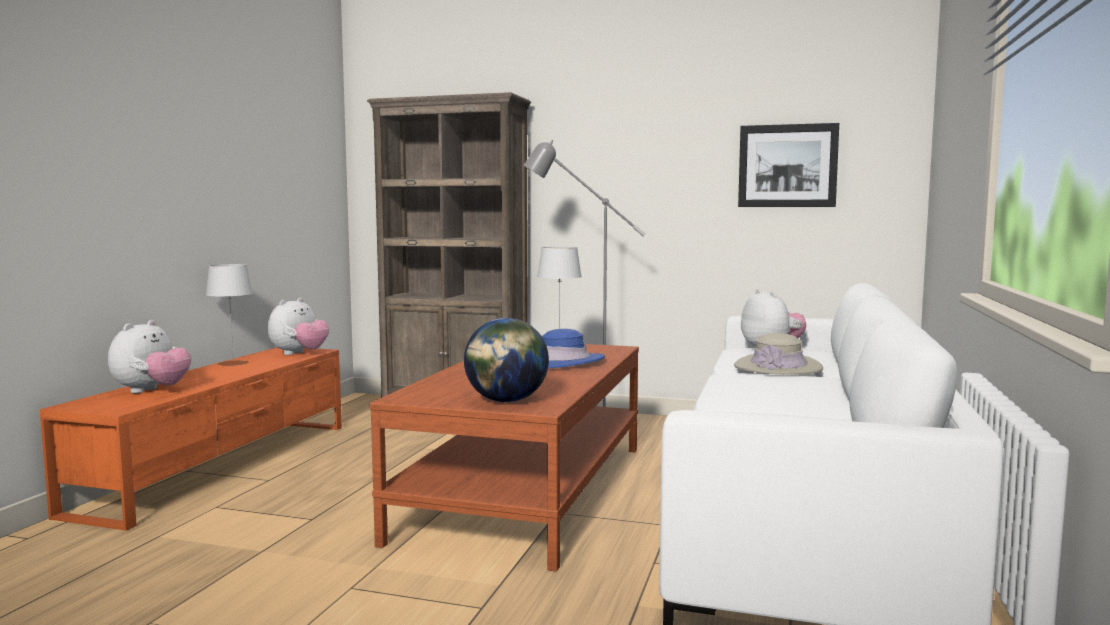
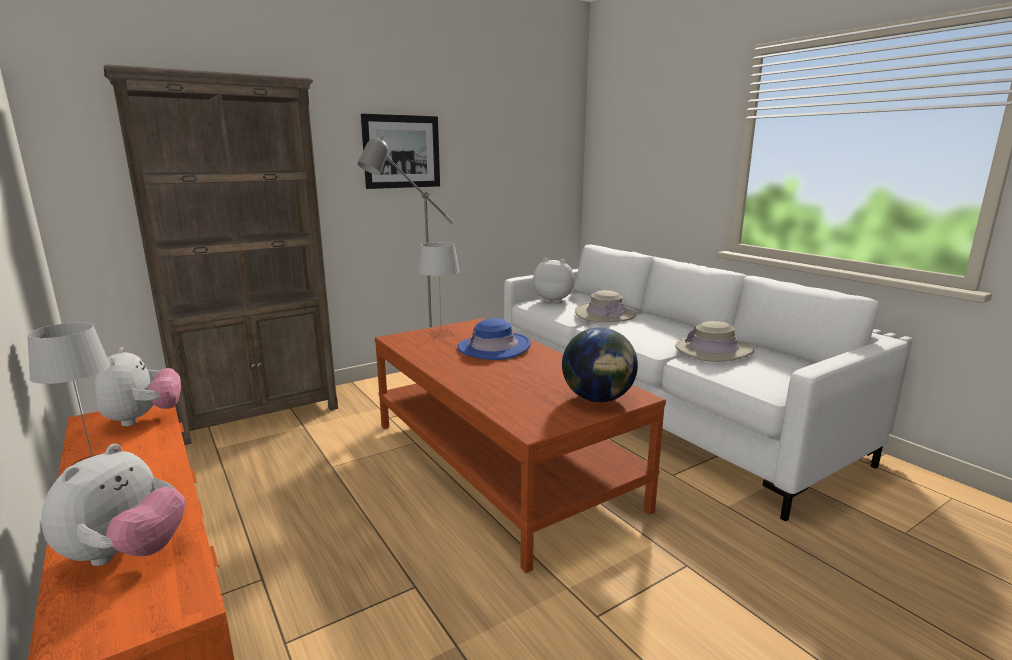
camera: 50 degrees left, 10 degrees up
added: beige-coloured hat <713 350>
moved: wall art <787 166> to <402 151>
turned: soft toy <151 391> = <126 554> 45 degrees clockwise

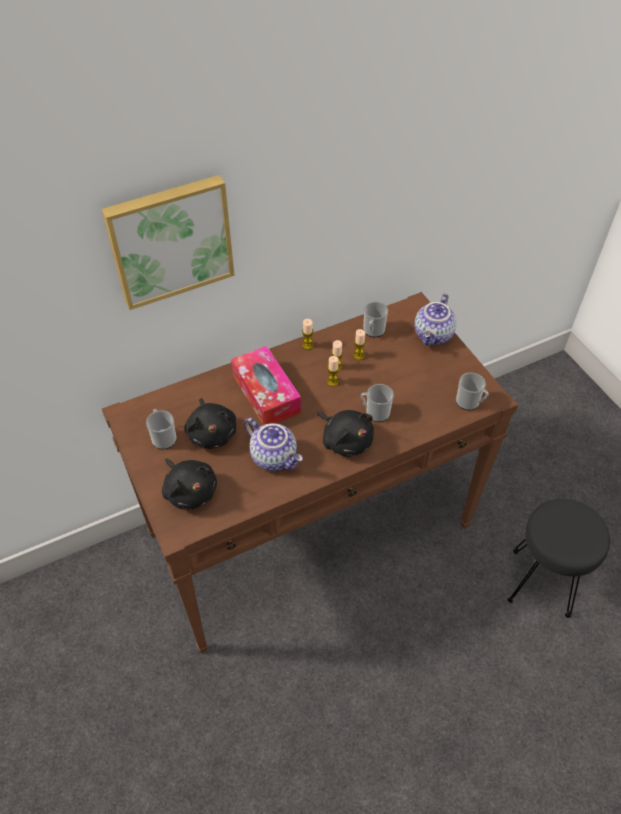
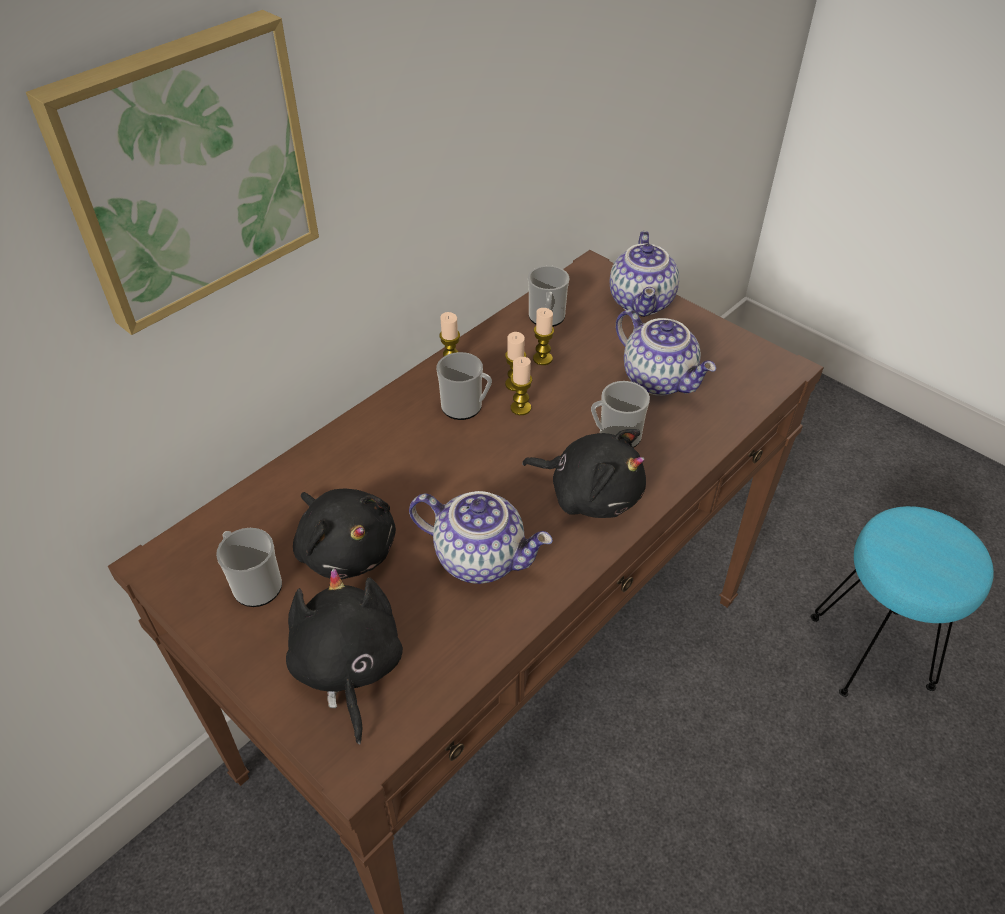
camera: 20 degrees left, 5 degrees down
removed: tissue box <266 394>
added: tea pot <660 379>
moved: mug <470 403> to <466 407>
recoloured: black stool <542 583> to turquoise stool <872 651>
turned: black soft toy <190 491> = <348 668> 135 degrees counterclockwise

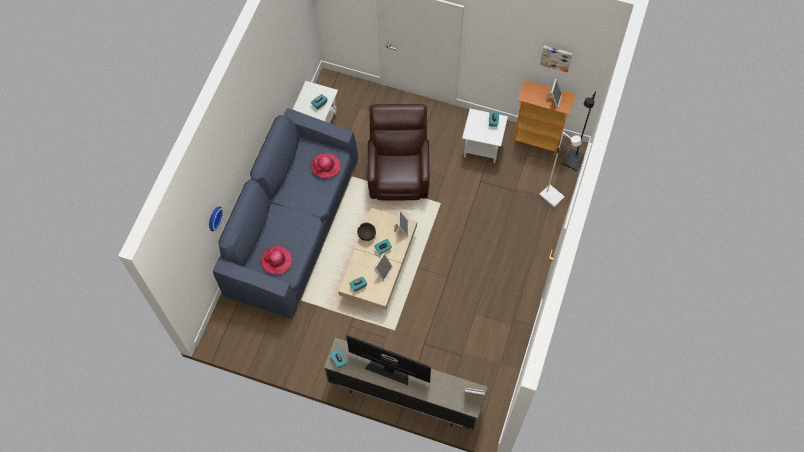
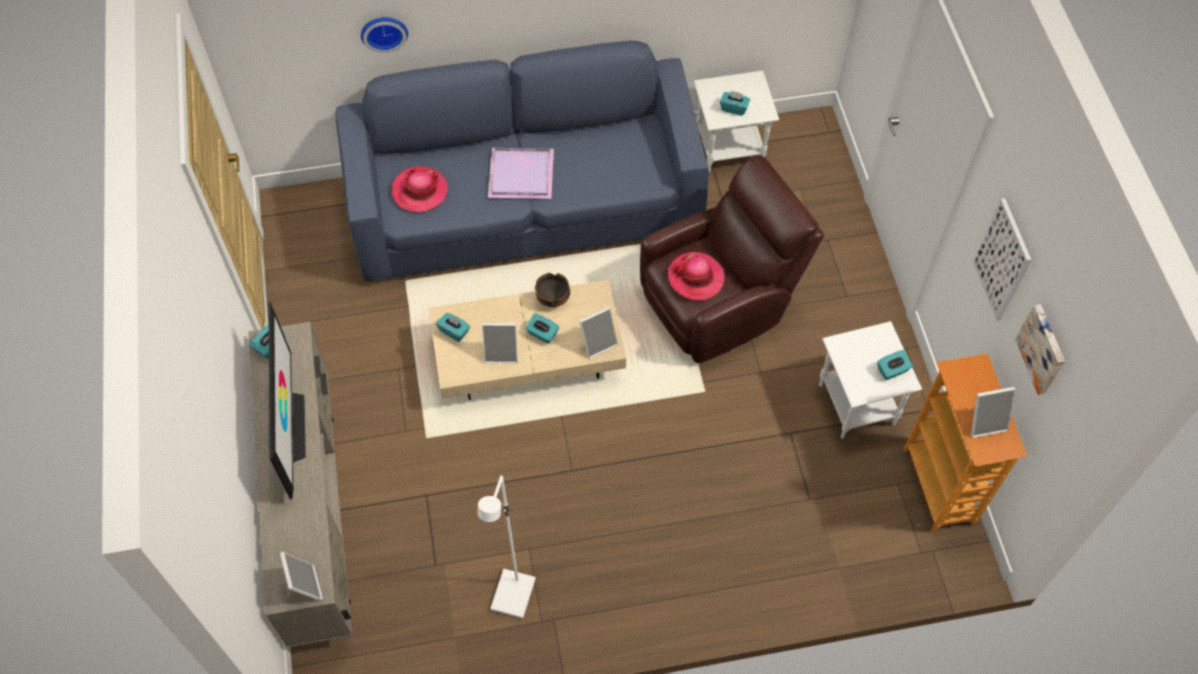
camera: 60 degrees right, 5 degrees down
removed: black floor lamp <573 160>
added: purple tray <522 173>; wall art <1002 260>
moved: white floor lamp <552 196> to <514 595>; hat <326 166> to <696 277>

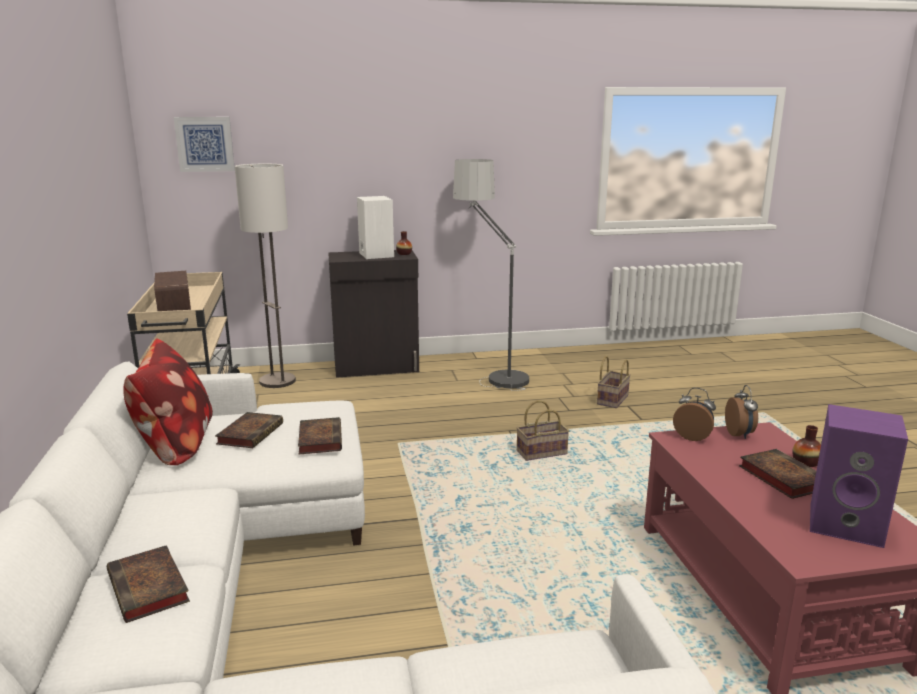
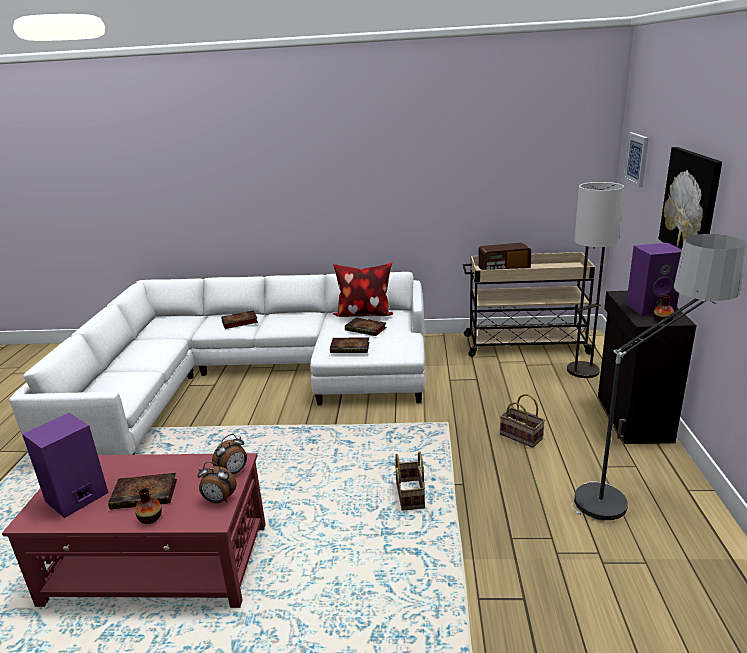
camera: 105 degrees right, 5 degrees up
added: wall art <690 204>
moved: storage basket <612 399> to <522 436>
recoloured: white loudspeaker <375 255> to purple loudspeaker <651 308>

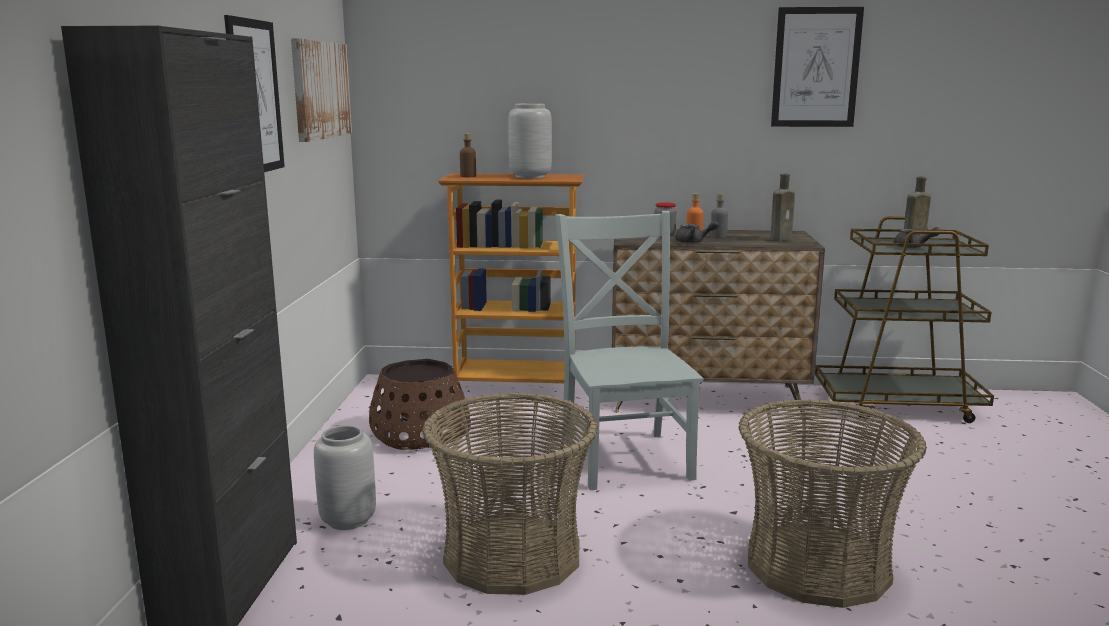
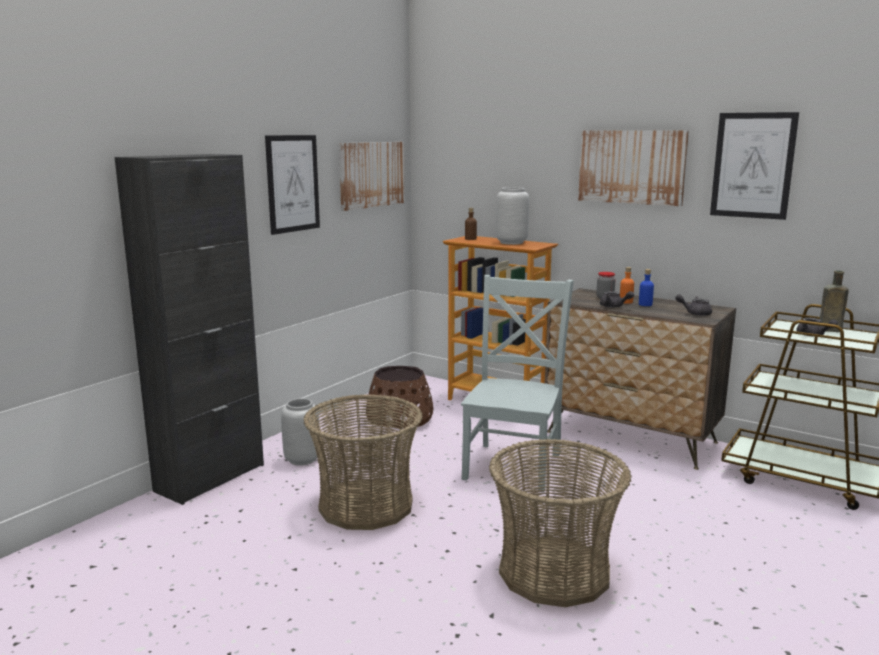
camera: 30 degrees right, 0 degrees up
added: wall art <631 167>
replaced: brownish drink bottle <782 239> to greyish tea pot <694 313>
recoloured: greyish drink bottle <718 236> to blue-coloured drink bottle <645 304>

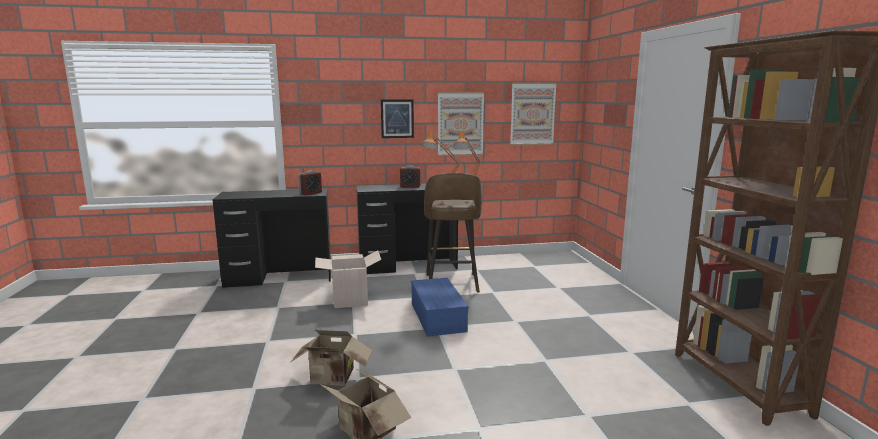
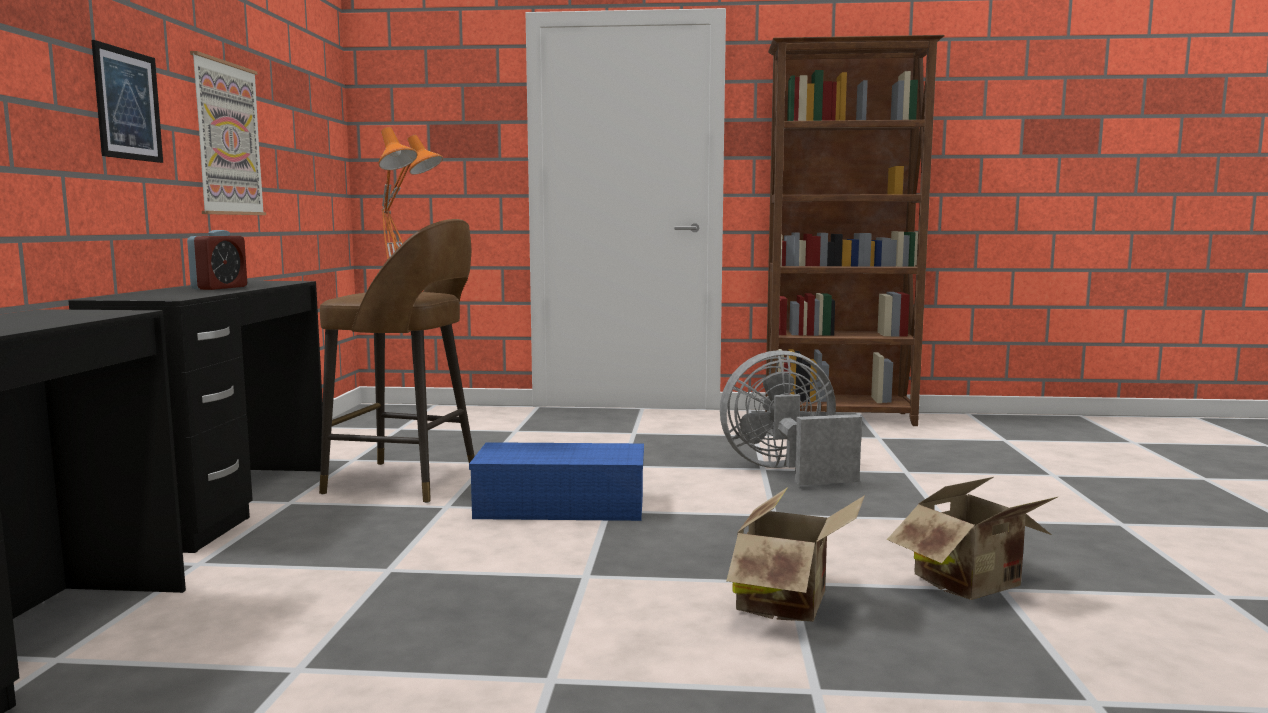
camera: 75 degrees left, 5 degrees down
removed: bedside clock <310 193>; packing box <350 300>; wall art <532 114>
added: greyish electric fan <786 471>

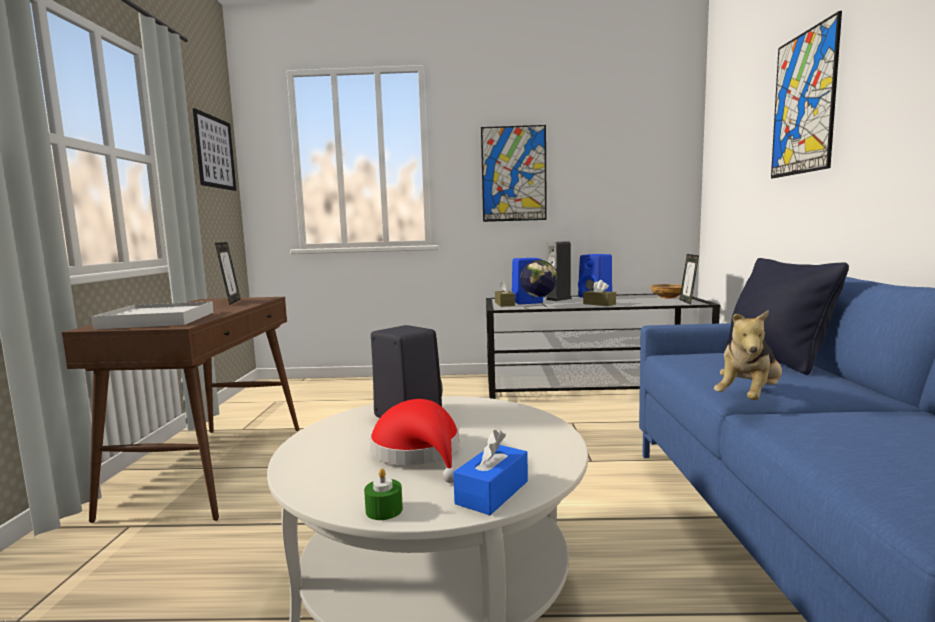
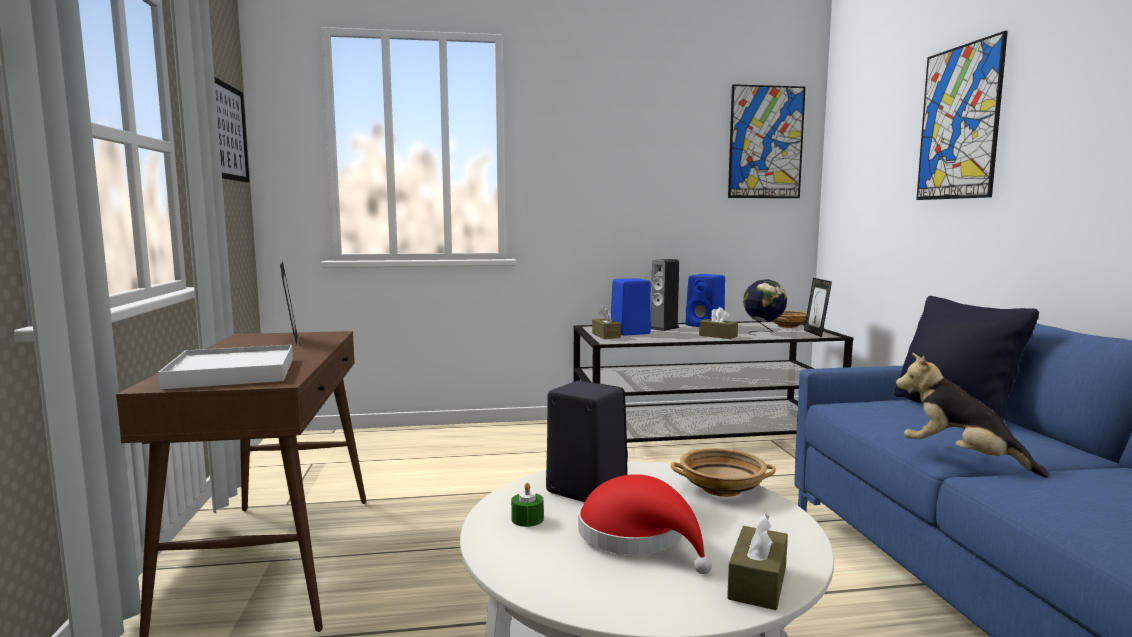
camera: 10 degrees left, 0 degrees up
added: beige-coloured deep dish <722 488>
moved: greenish wax light <384 510> to <527 519>; wall art <514 174> to <766 142>; world globe <538 307> to <763 333>
recoloured: blue-coloured tissue box <492 492> to brownish tissue box <757 582>
turned: soft toy <749 398> = <961 458> 105 degrees clockwise

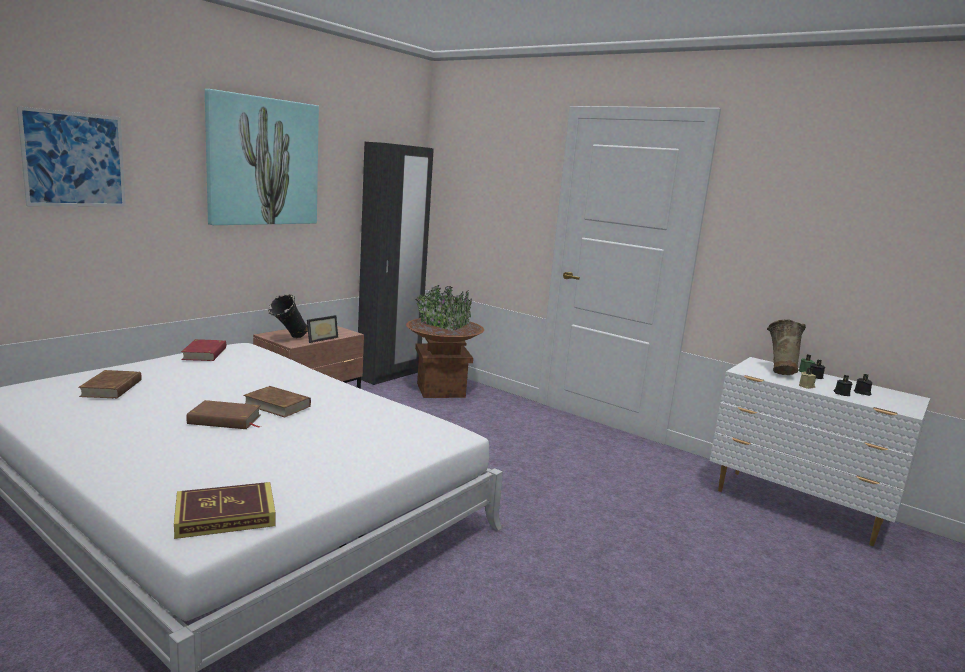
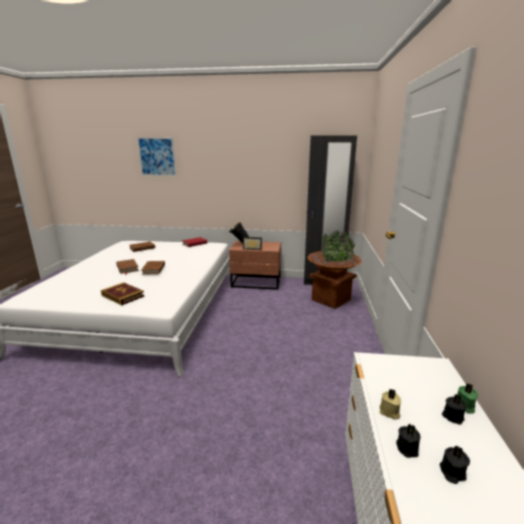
camera: 60 degrees right, 5 degrees up
removed: wall art <263 162>; beige-coloured flower vase <779 372>
moved: book <225 515> to <122 296>

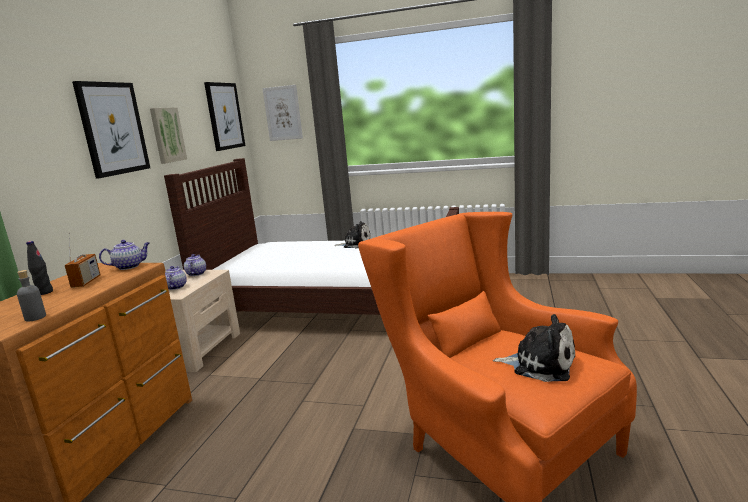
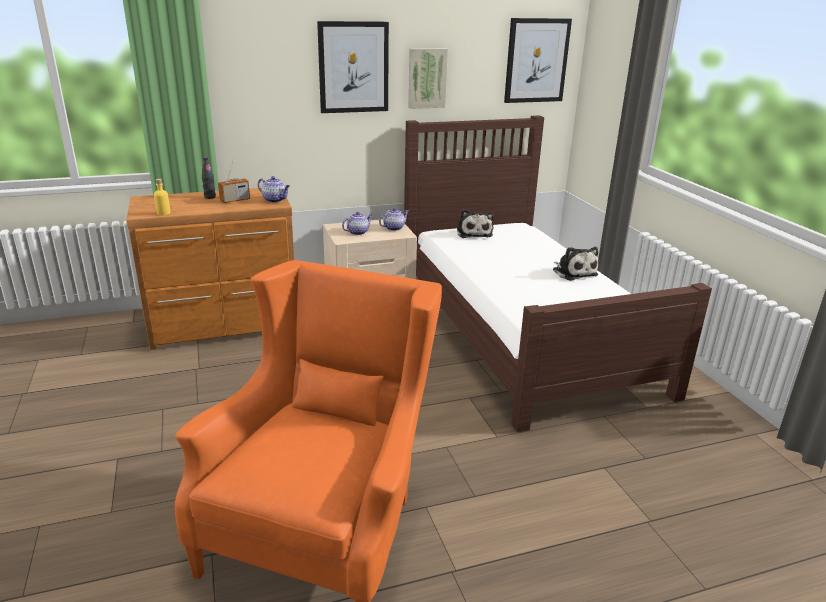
camera: 55 degrees right, 10 degrees up
removed: wall art <283 113>
moved: soft toy <540 364> to <474 233>
recoloured: greyish drink bottle <35 317> to yellow-coloured drink bottle <163 213>

